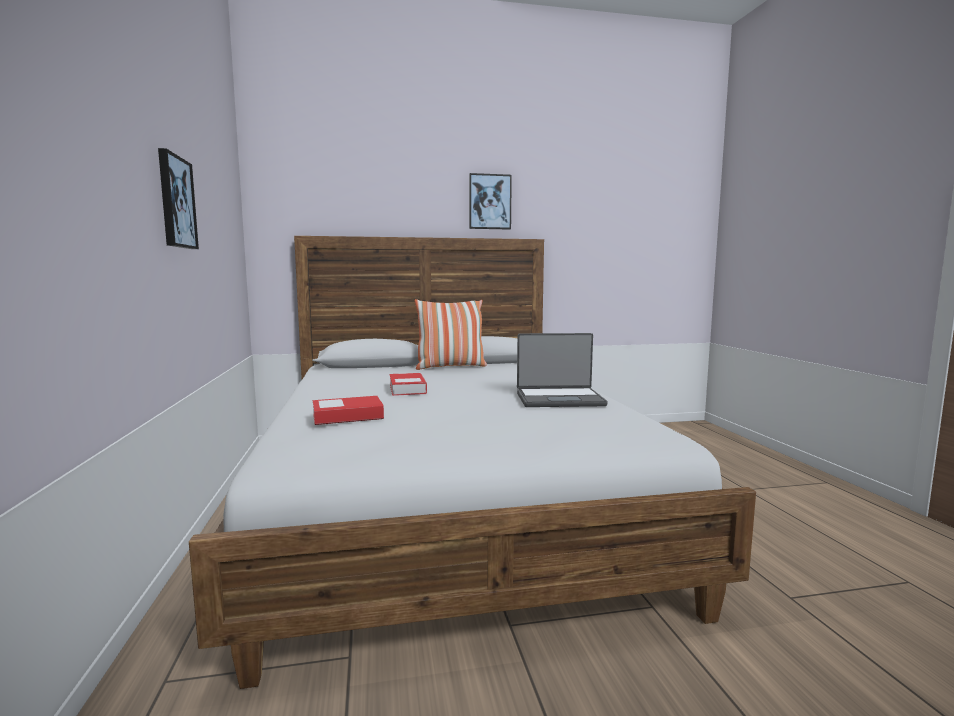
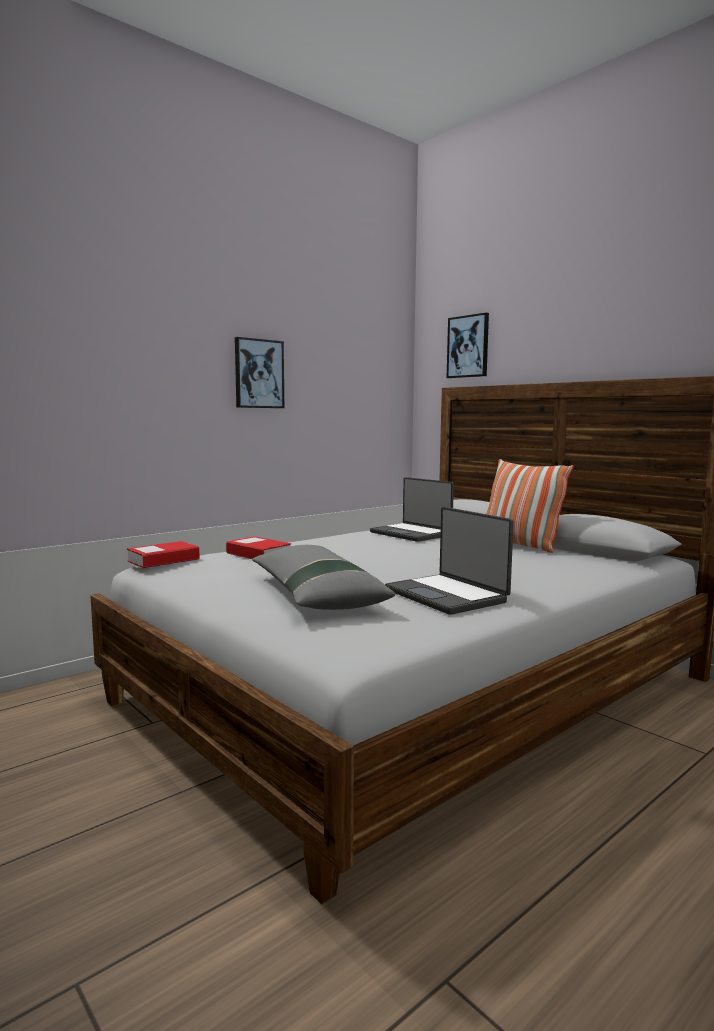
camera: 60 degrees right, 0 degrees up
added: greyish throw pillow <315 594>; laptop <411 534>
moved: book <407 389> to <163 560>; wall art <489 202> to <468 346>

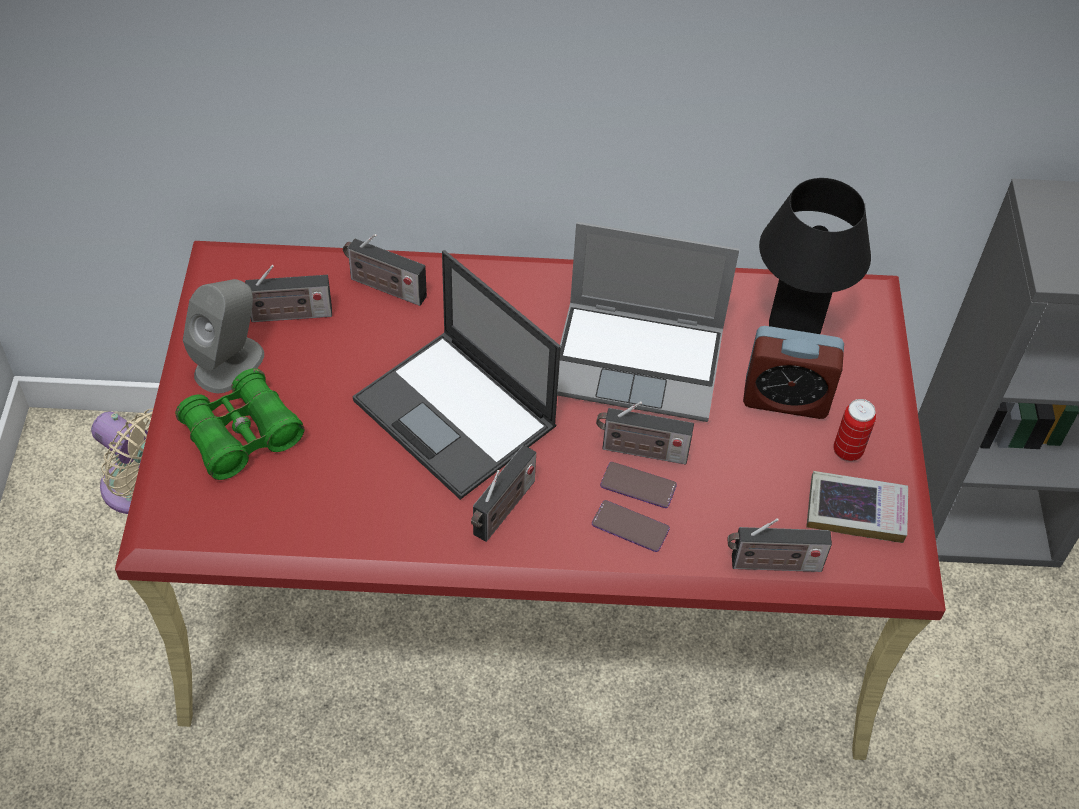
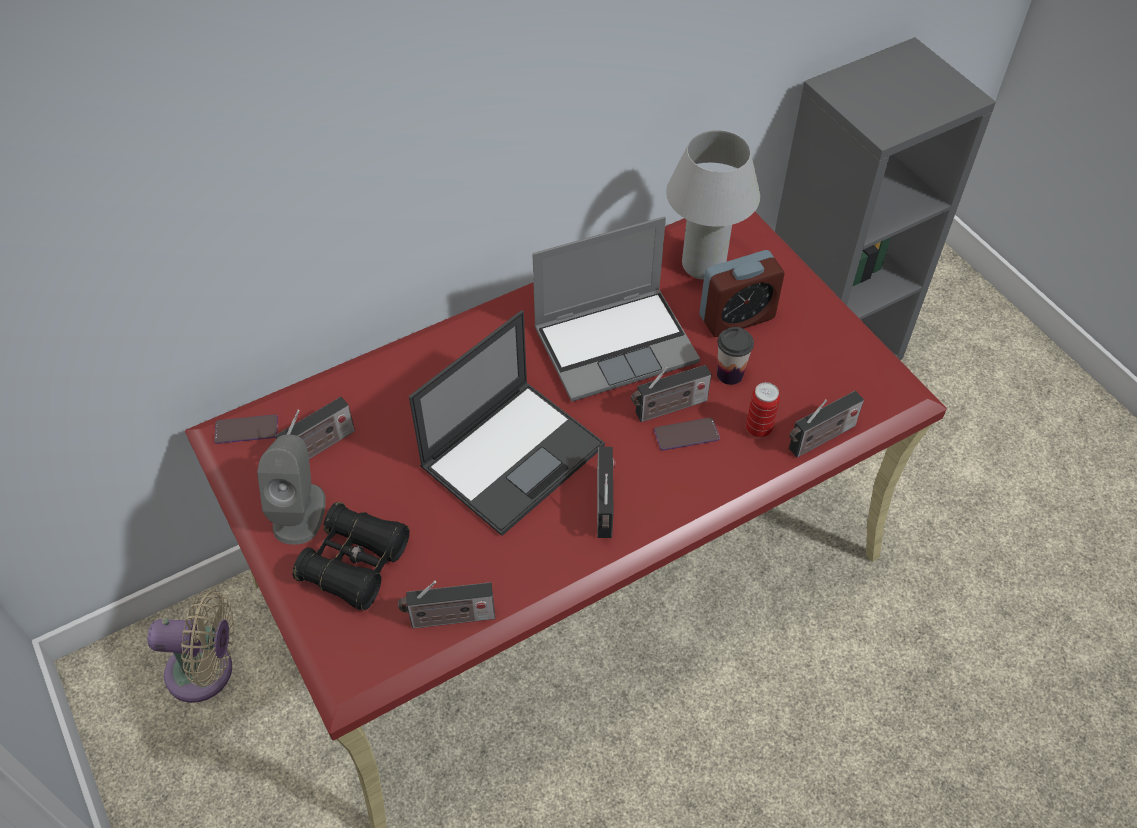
camera: 30 degrees left, 0 degrees up
removed: book <856 511>
added: small cup <729 374>
moved: handset <630 527> to <246 430>; radio set <384 287> to <449 618>; sealed can <847 451> to <758 429>
recoloured: greenish pair of binoculars <242 435> to black pair of binoculars <355 564>; black lamp for a table <794 328> to white lamp for a table <703 265>
turned: laptop <457 415> = <514 455> 60 degrees counterclockwise

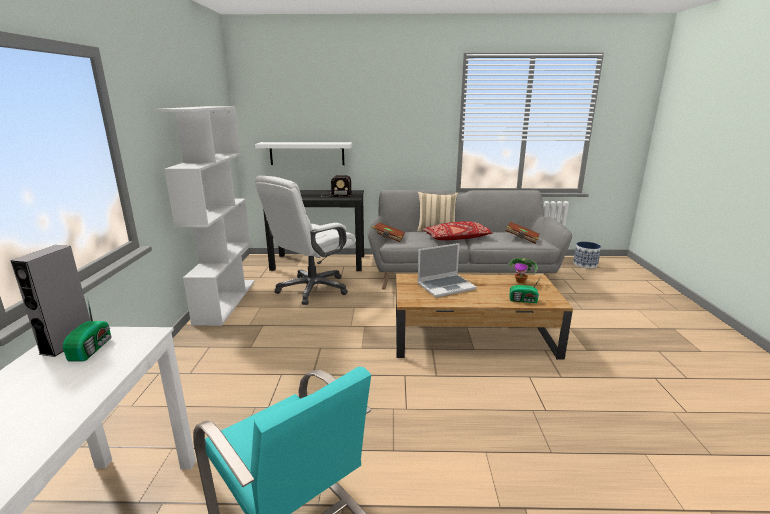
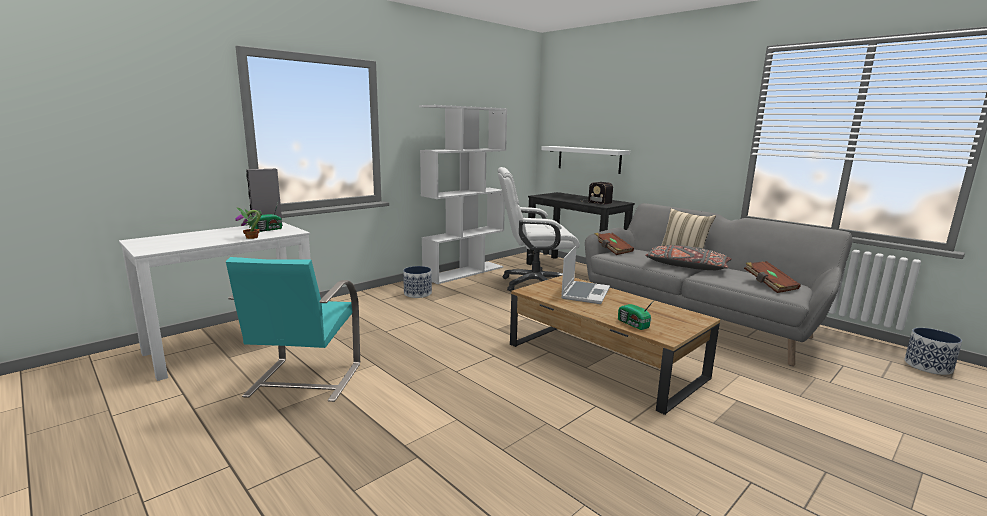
camera: 45 degrees right, 5 degrees down
added: plant pot <417 293>
moved: plant in a pot <521 281> to <252 237>
recoloured: reddish throw pillow <456 238> to greyish throw pillow <686 266>
turned: laptop <446 286> = <585 293> 90 degrees counterclockwise

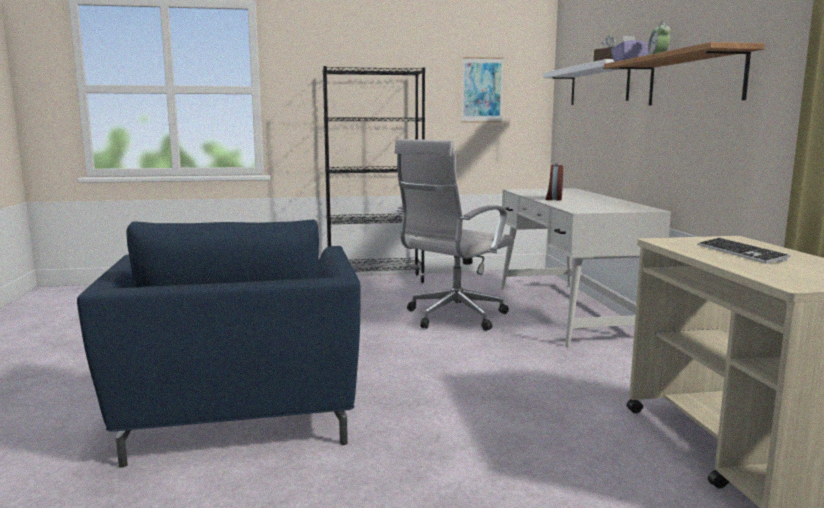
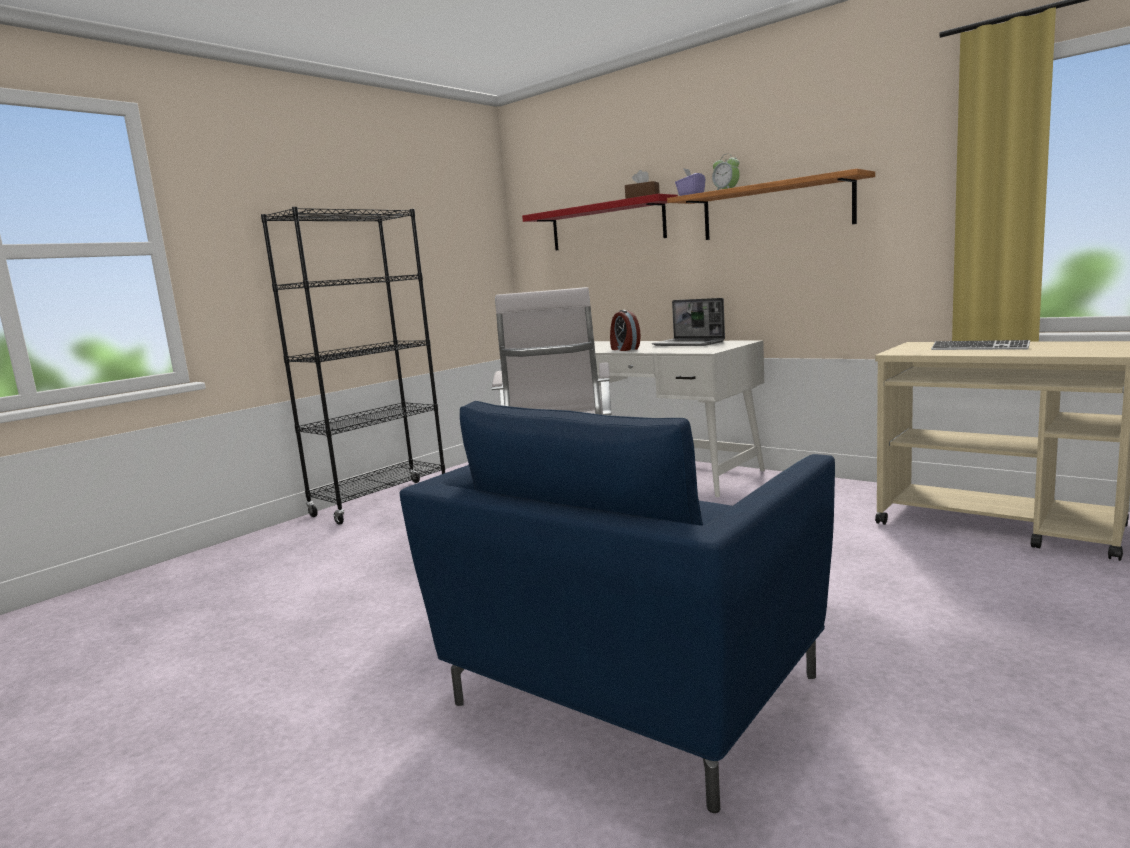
camera: 40 degrees left, 0 degrees up
removed: wall art <482 90>
added: laptop <689 344>
recoloured: white bracket shelf <598 85> to reddish bracket shelf <606 225>
turned: blue-coloured lounge chair <239 419> = <628 692> 90 degrees clockwise

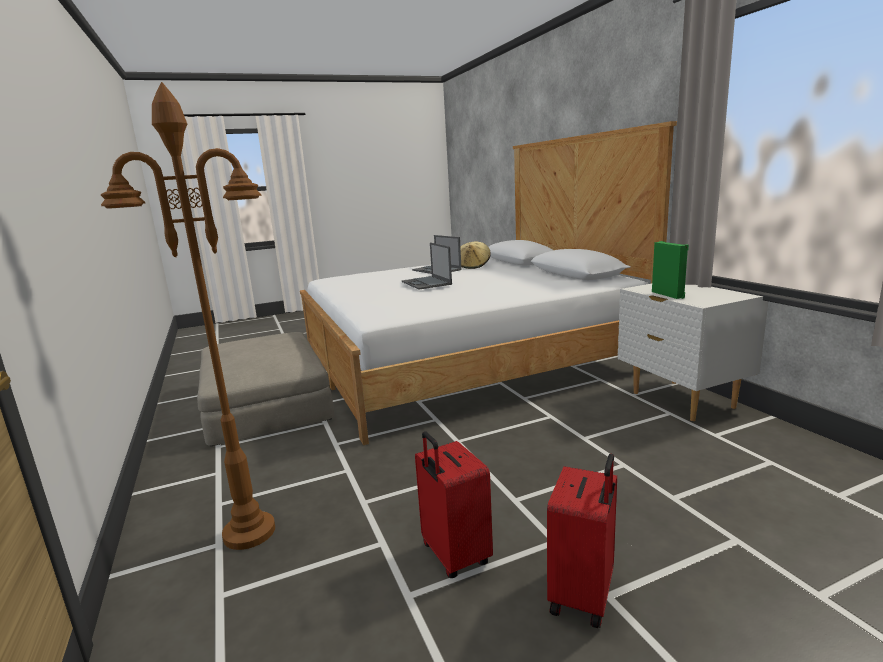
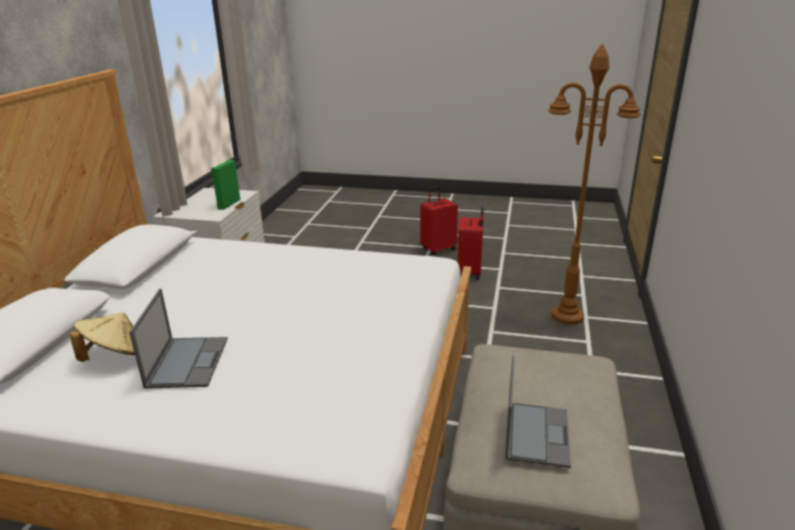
camera: 145 degrees left, 10 degrees up
moved: laptop <426 283> to <536 433>

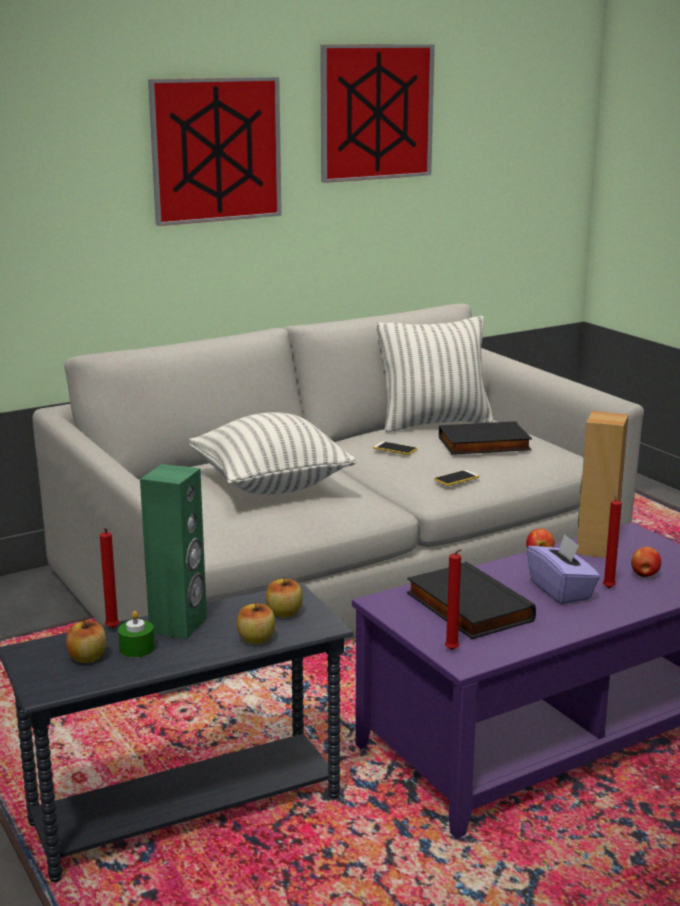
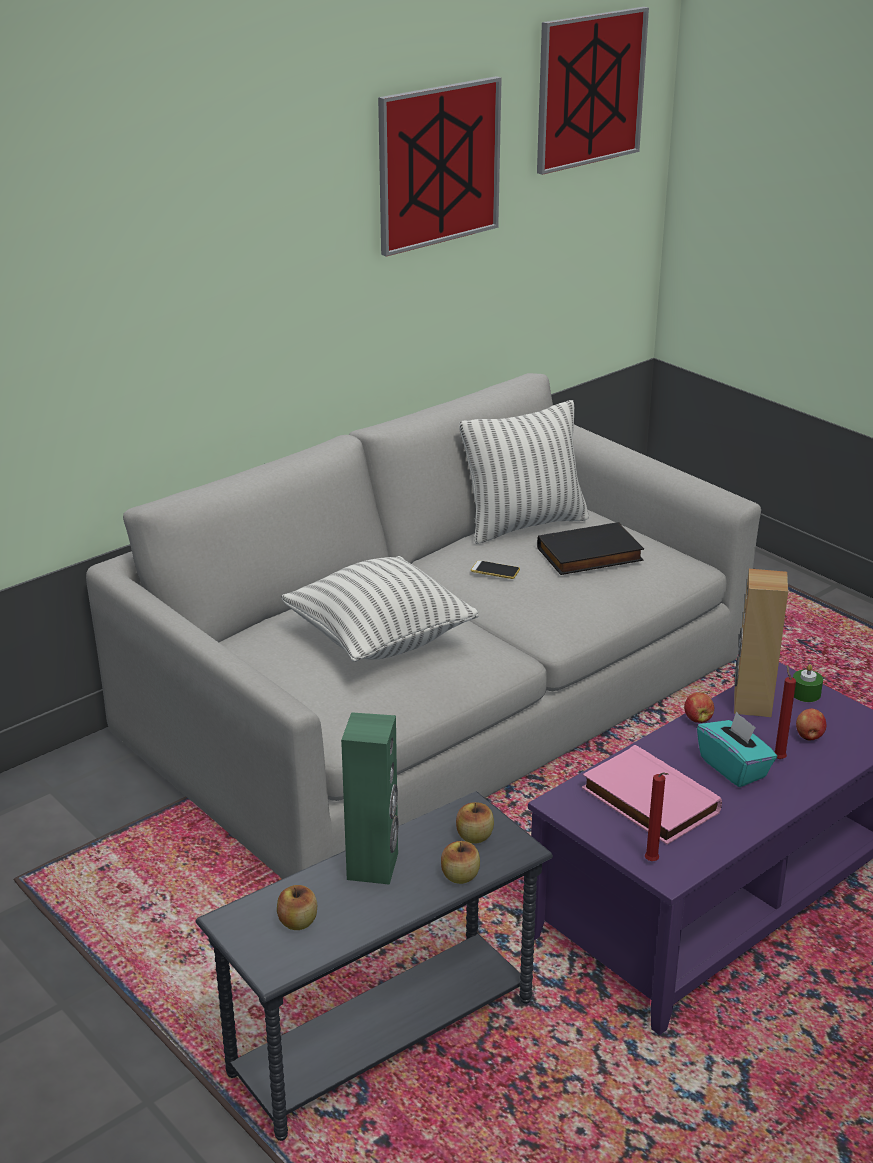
camera: 10 degrees left, 10 degrees up
removed: reddish wax light <112 629>; handset <456 478>
moved: wall art <216 150> to <590 89>; greenish wax light <137 648> to <805 693>
recoloured: black book <466 607> to pink book <647 801>; purple tissue box <561 591> to turquoise tissue box <734 768>

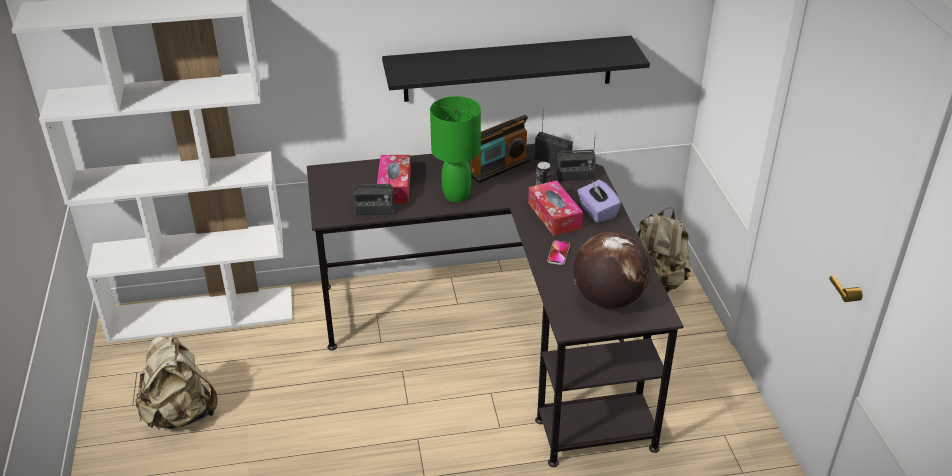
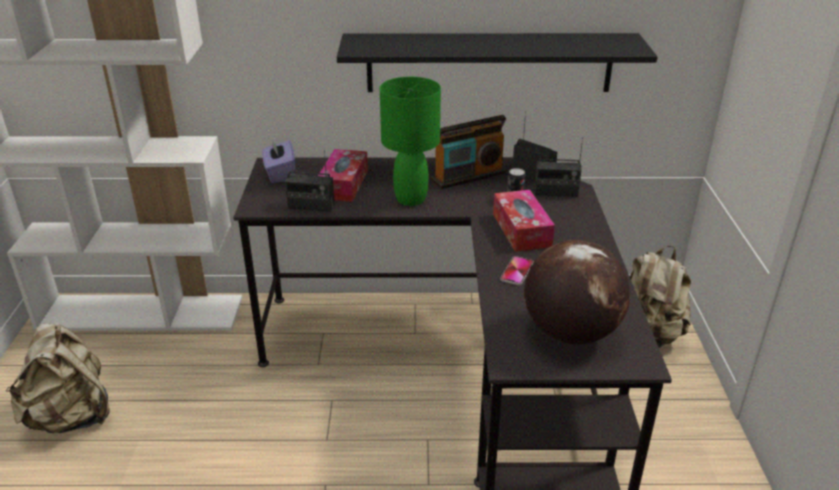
camera: 10 degrees right, 5 degrees down
moved: purple tissue box <597 212> to <280 174>

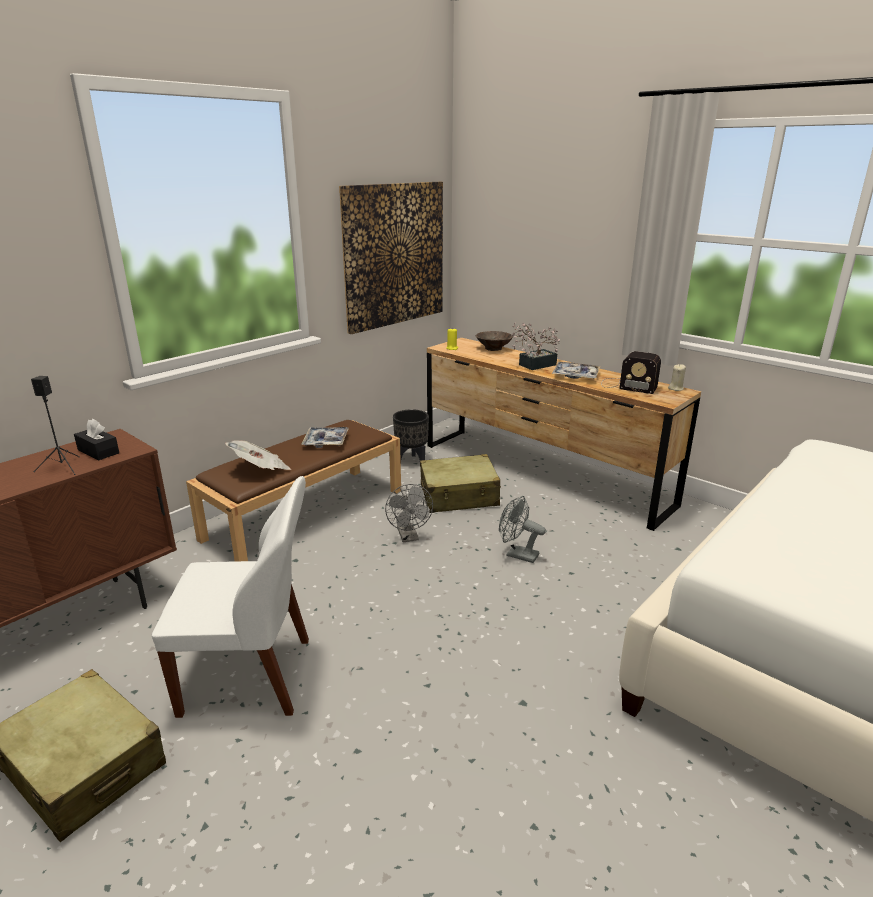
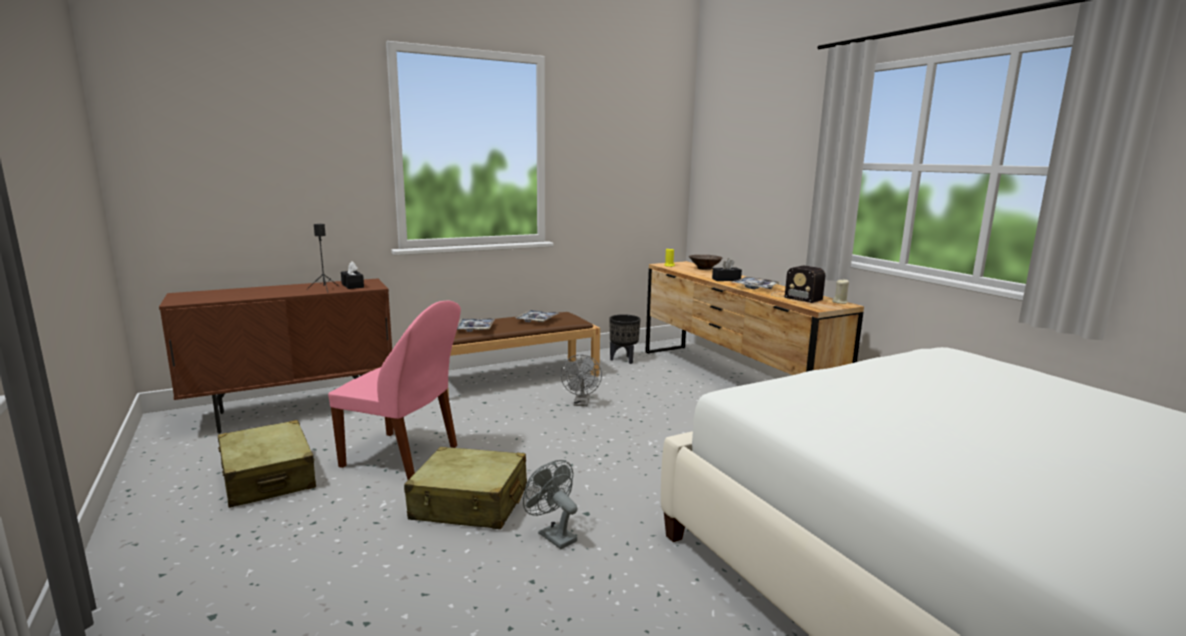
camera: 20 degrees right, 10 degrees down
removed: wall art <394 255>
moved: beige-coloured travel case <459 496> to <470 504>; greyish electric fan <517 554> to <552 535>
replaced: printed paper <261 470> to tray <475 329>; plant in a pot <533 365> to black tissue box <726 279>
recoloured: white plain chair <251 676> to pink plain chair <403 457>

